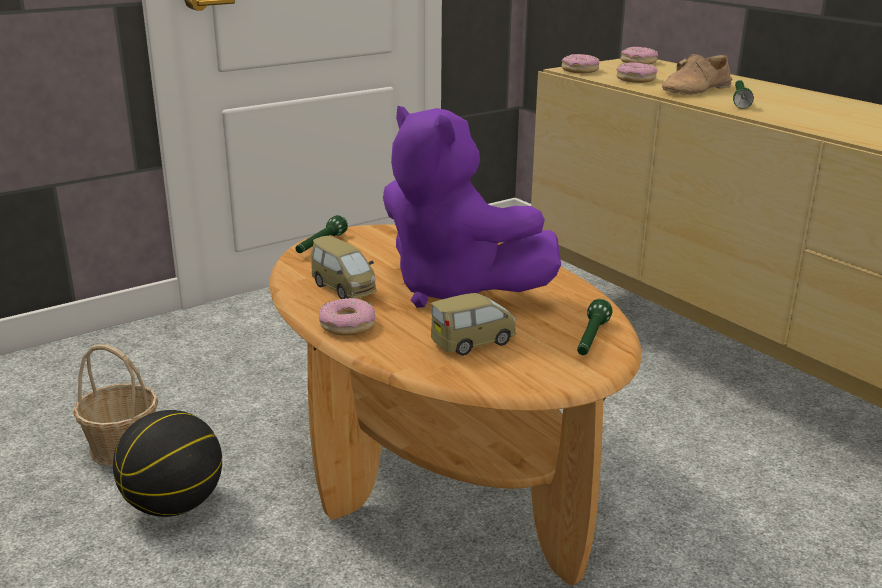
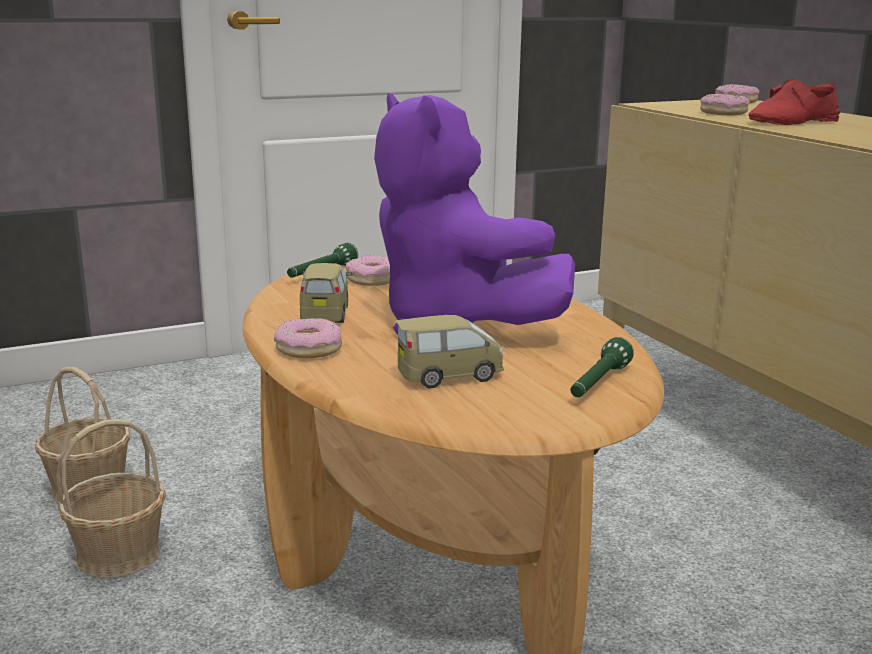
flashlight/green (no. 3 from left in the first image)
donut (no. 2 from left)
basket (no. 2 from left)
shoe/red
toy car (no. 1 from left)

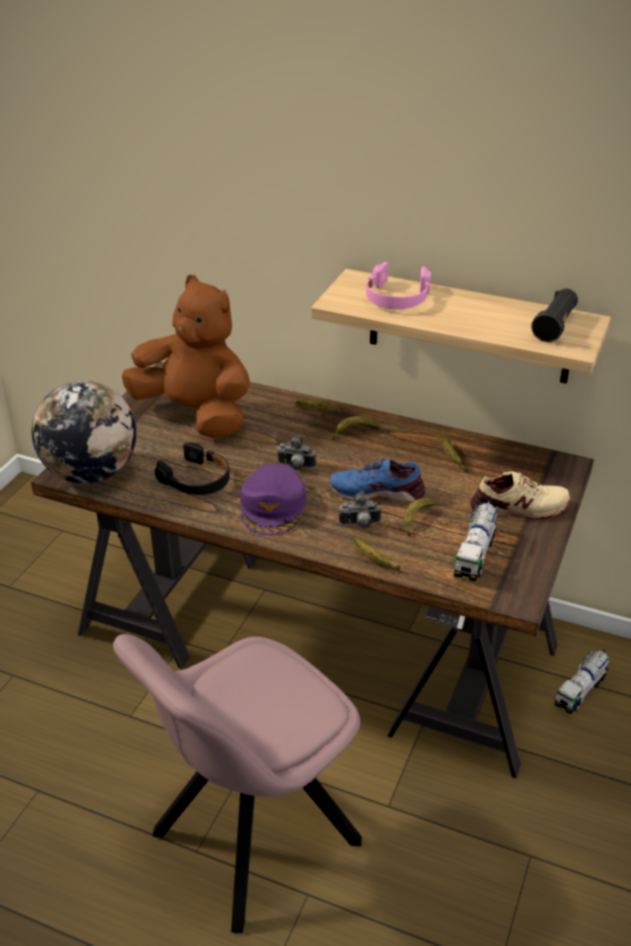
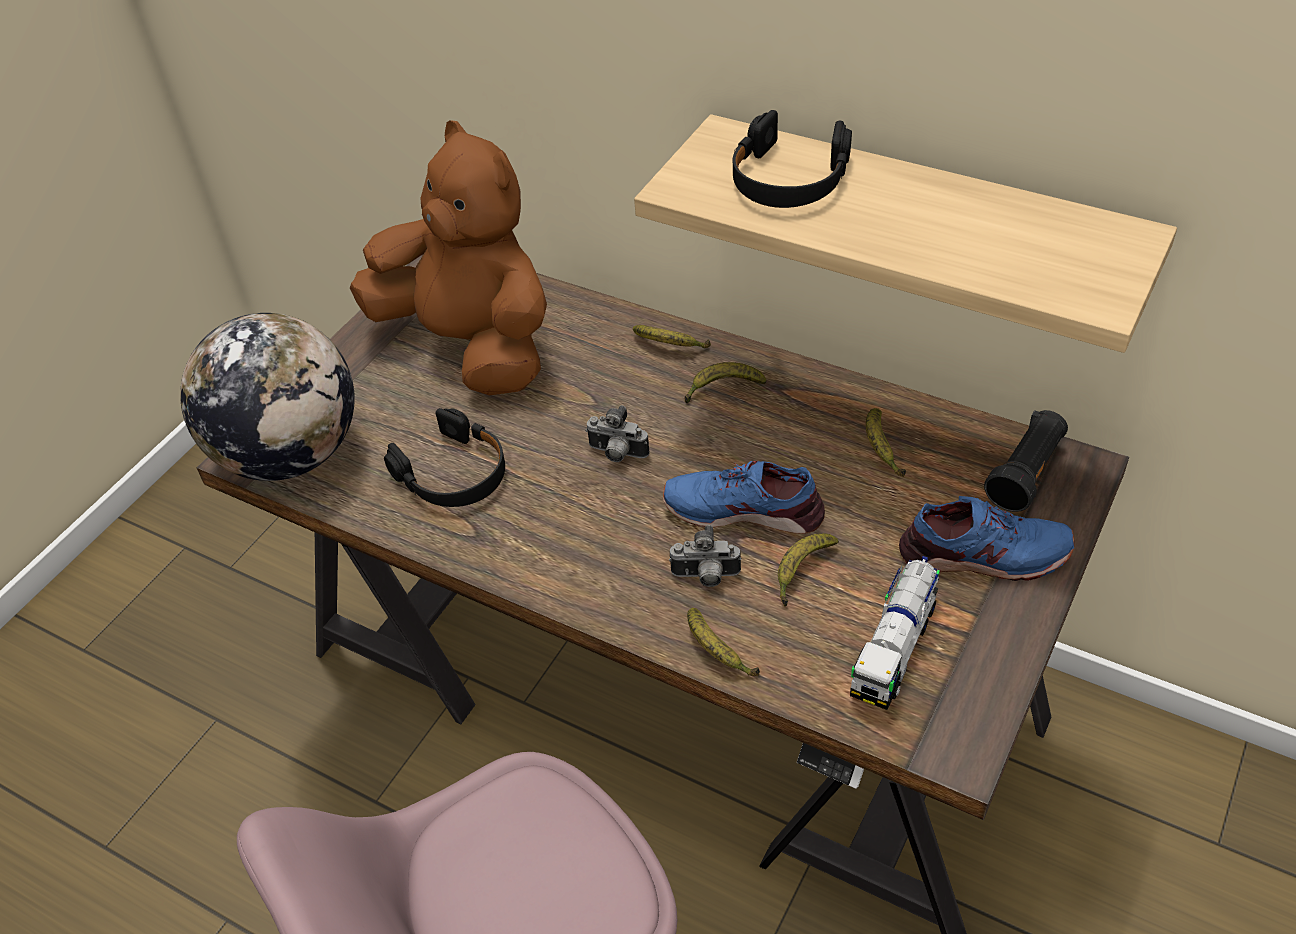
cap/purple
toy truck (no. 2 from left in the first image)
flashlight/black
headphones/black (no. 2 from left)
shoe/blue (no. 2 from left)

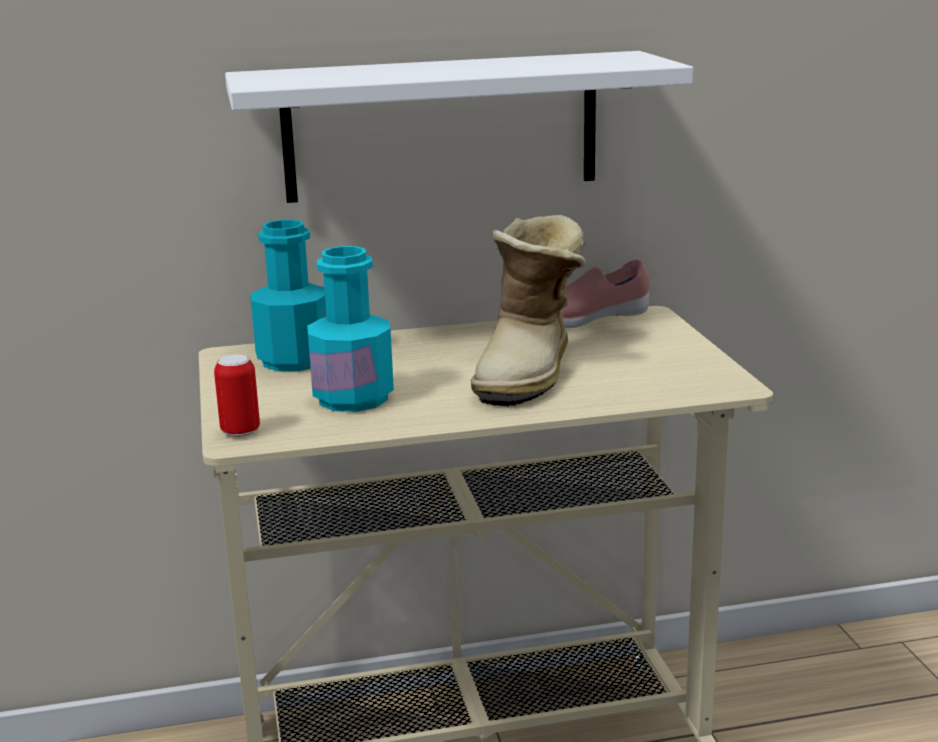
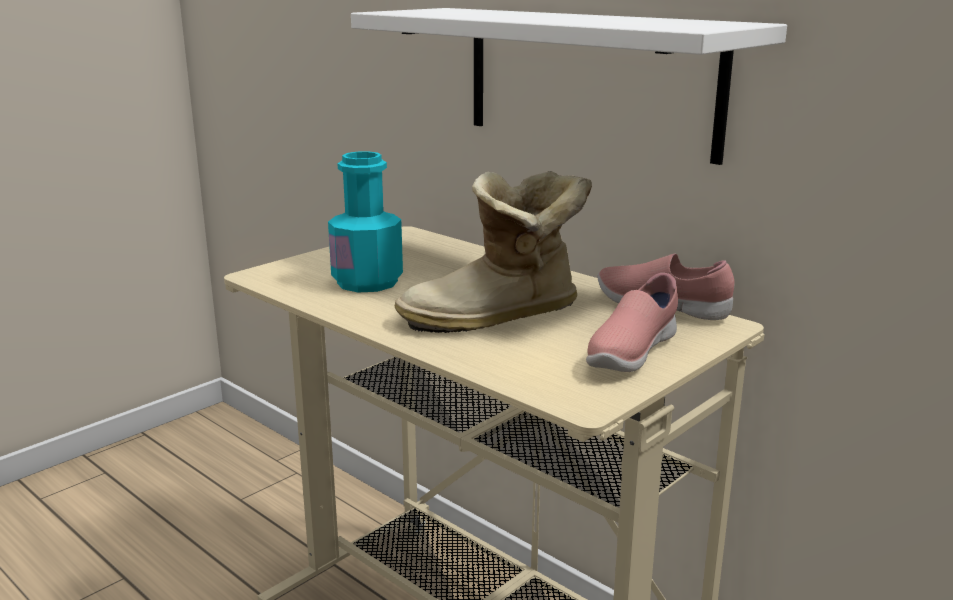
can
bottle/turquoise (no. 1 from left in the first image)
shoe/pink (no. 1 from left)

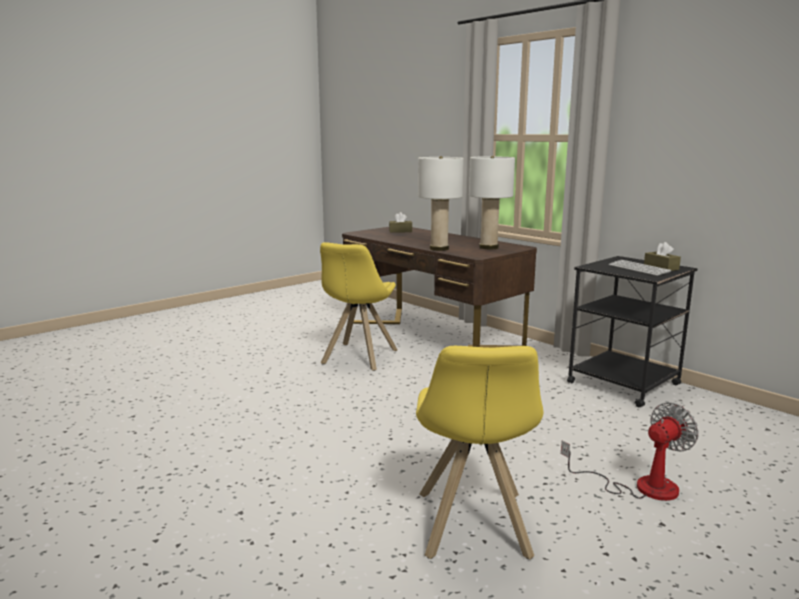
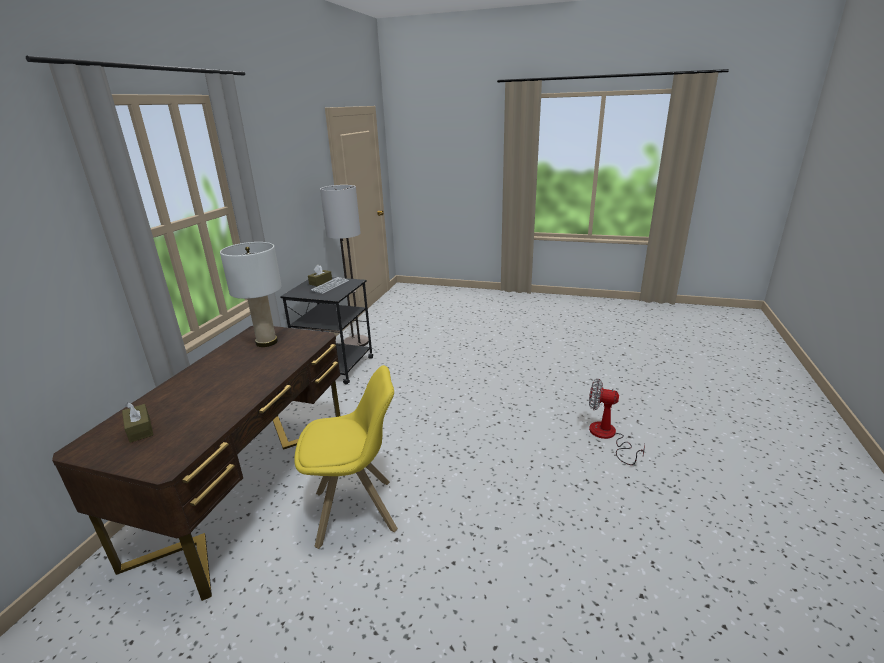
chair/yellow (no. 2 from left in the first image)
table lamp/white (no. 1 from left in the first image)
floor lamp
fan

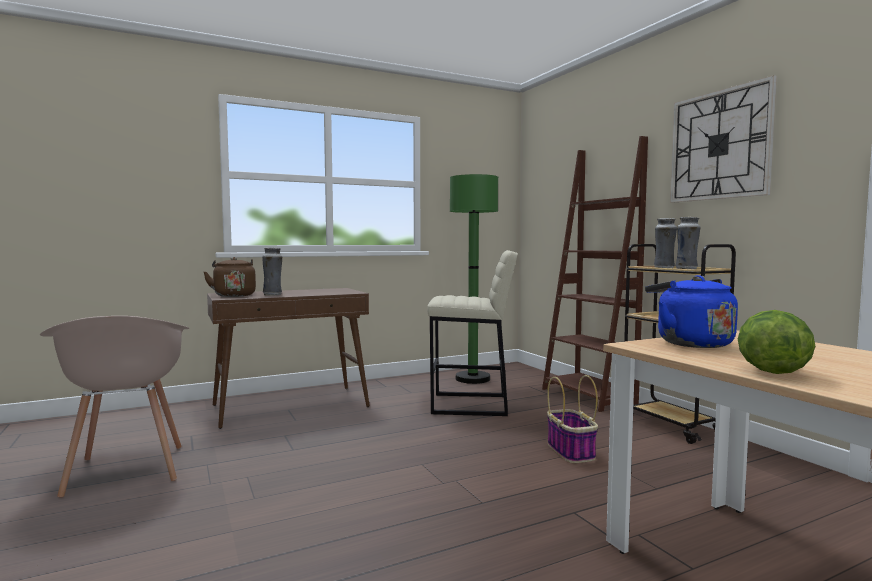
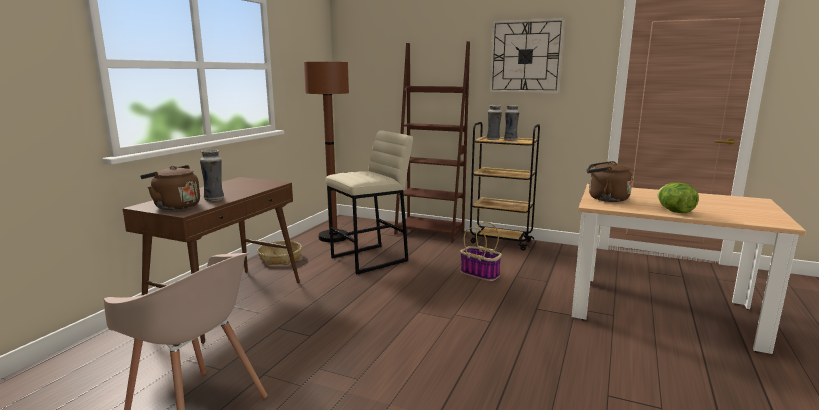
basket (no. 1 from left)
floor lamp/brown
kettle/brown (no. 2 from left)

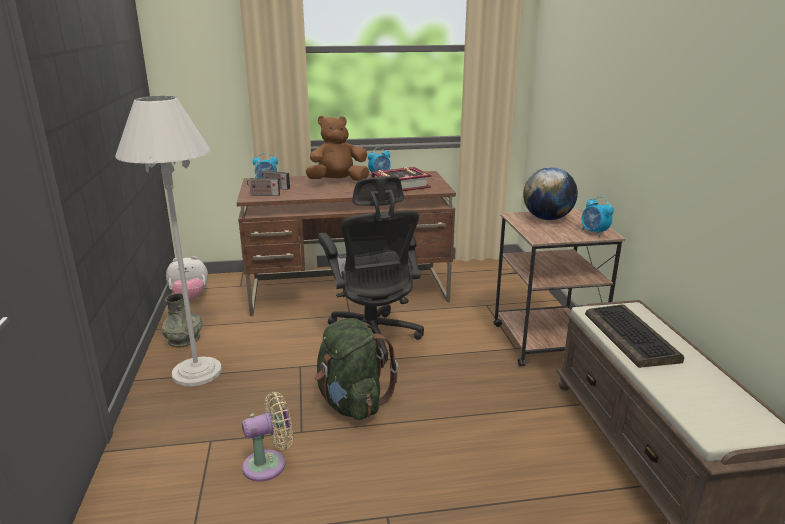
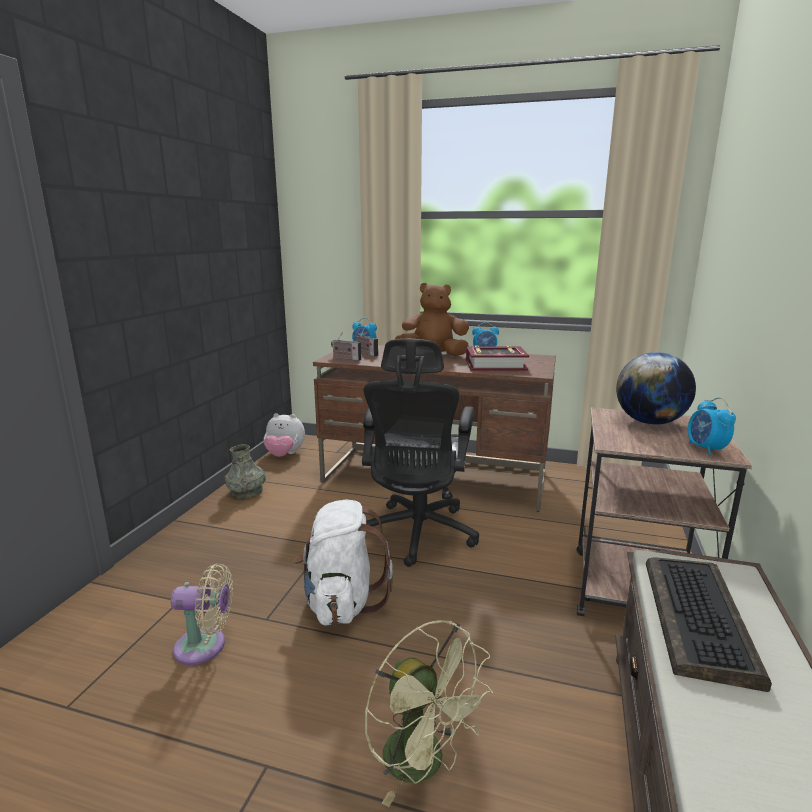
floor lamp/white
fan/green
backpack/white

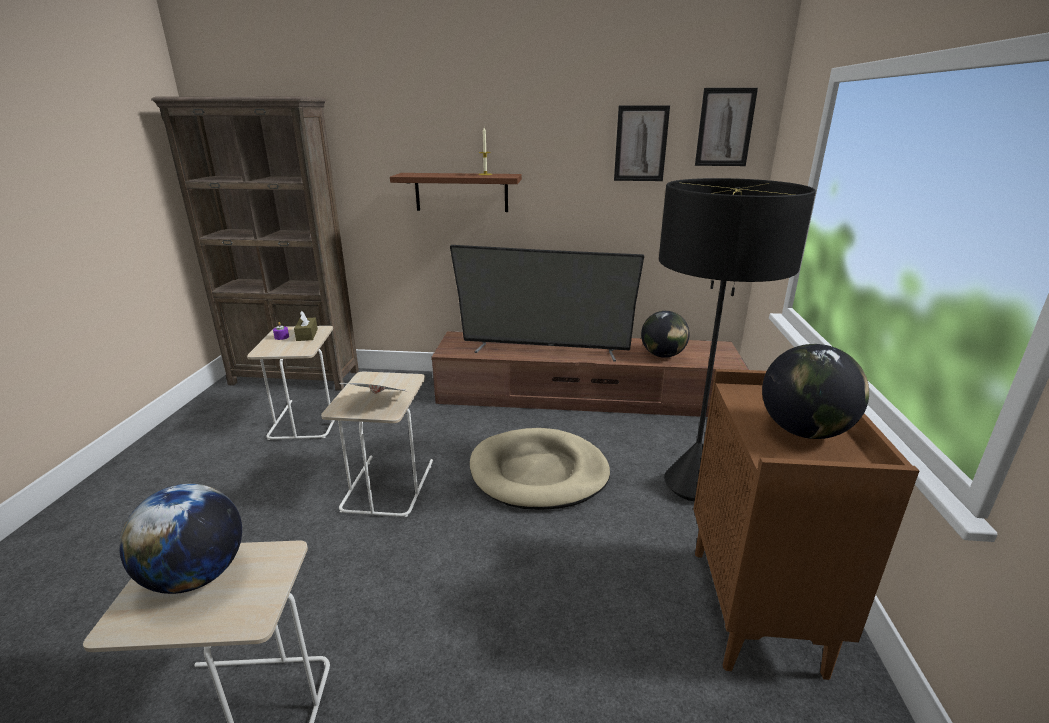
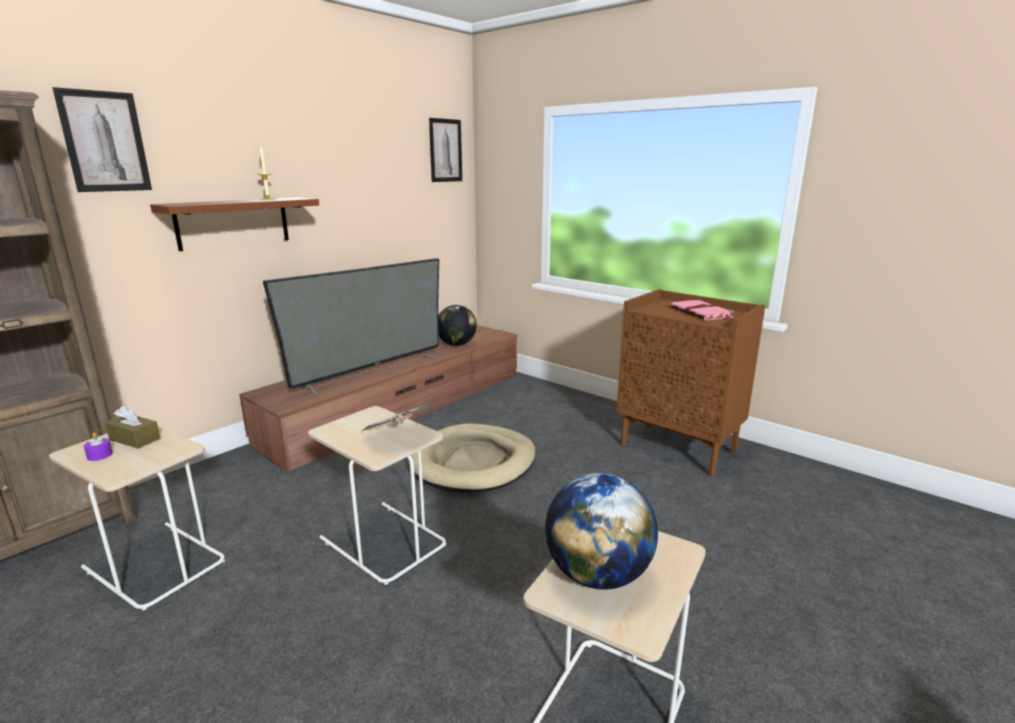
floor lamp/black
picture (no. 1 from left)
book/pink

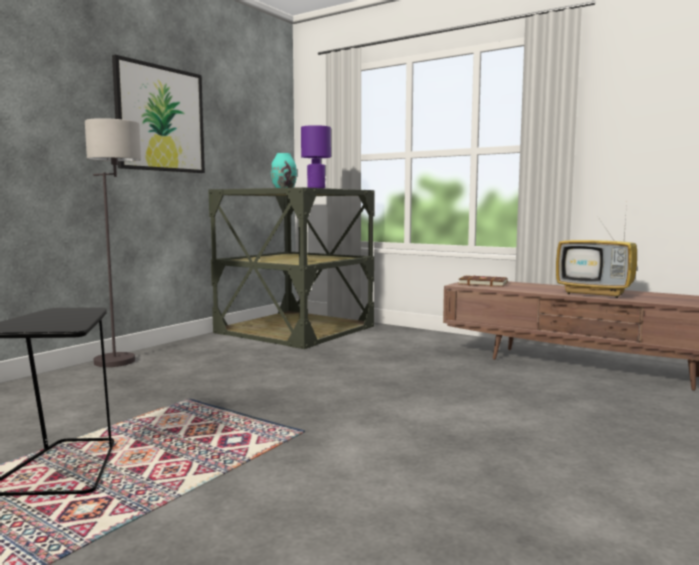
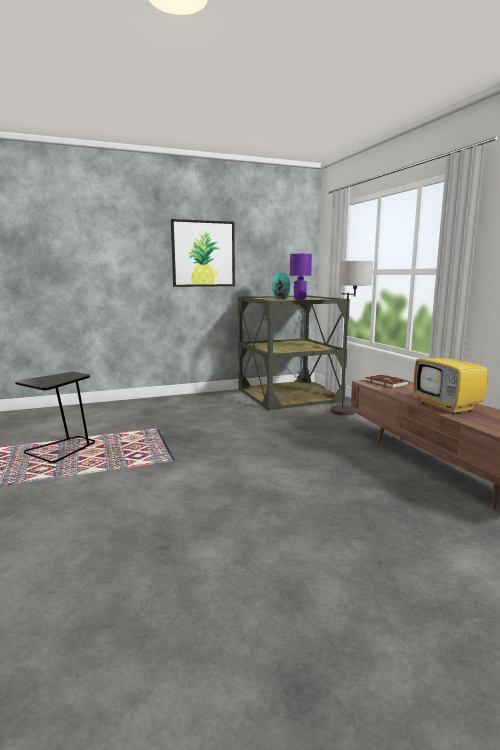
floor lamp/grey

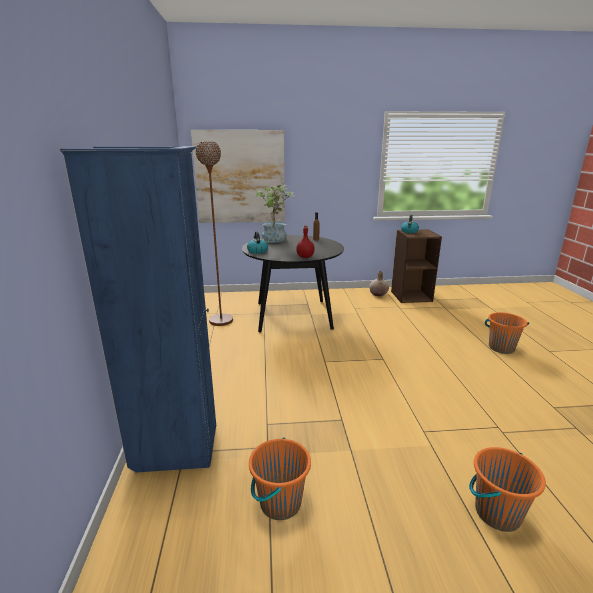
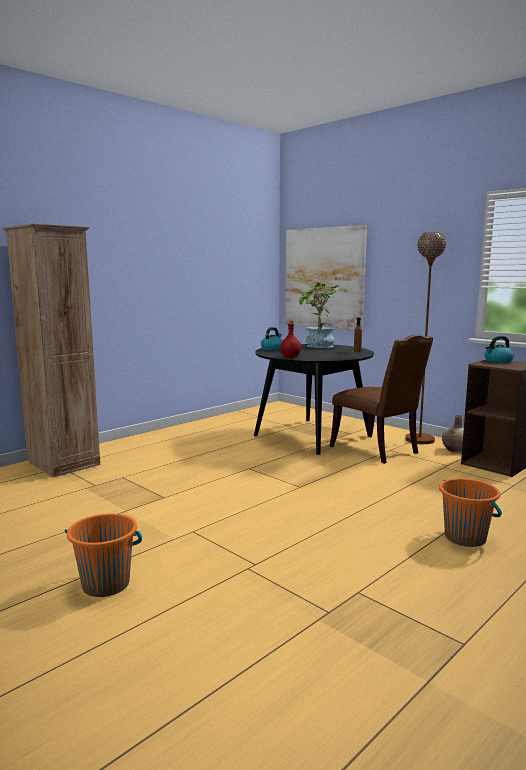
bucket/orange (no. 1 from left in the first image)
chair/brown
floor lamp/brown
cabinet/brown

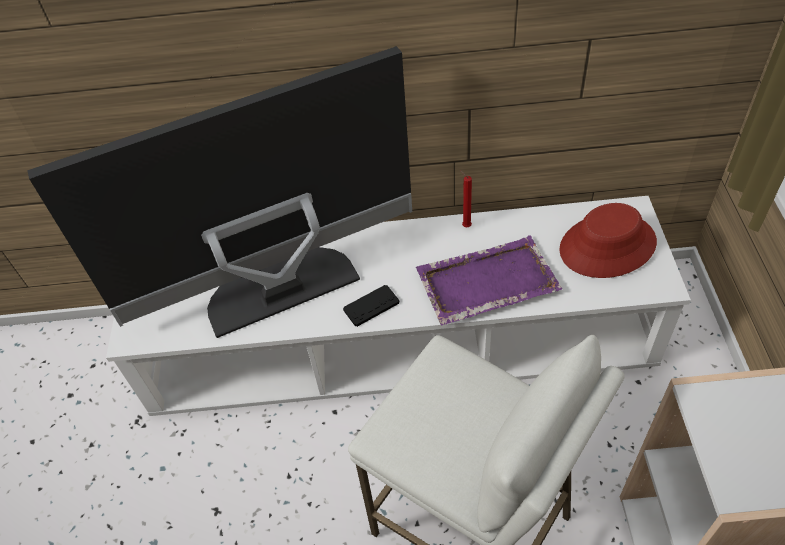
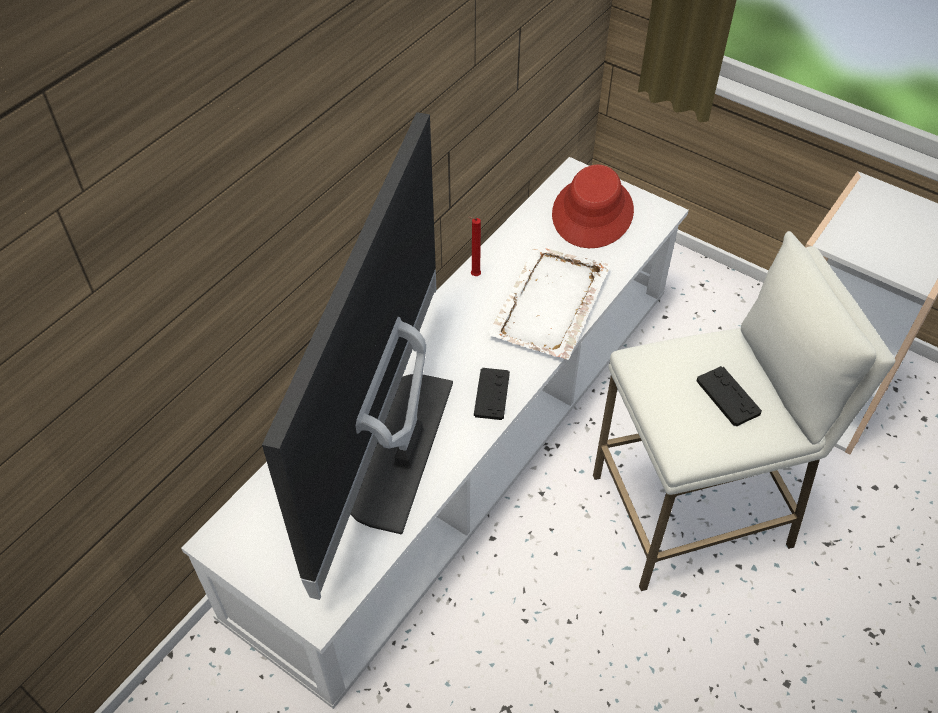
game controller/black (no. 2 from left)
tray/white

